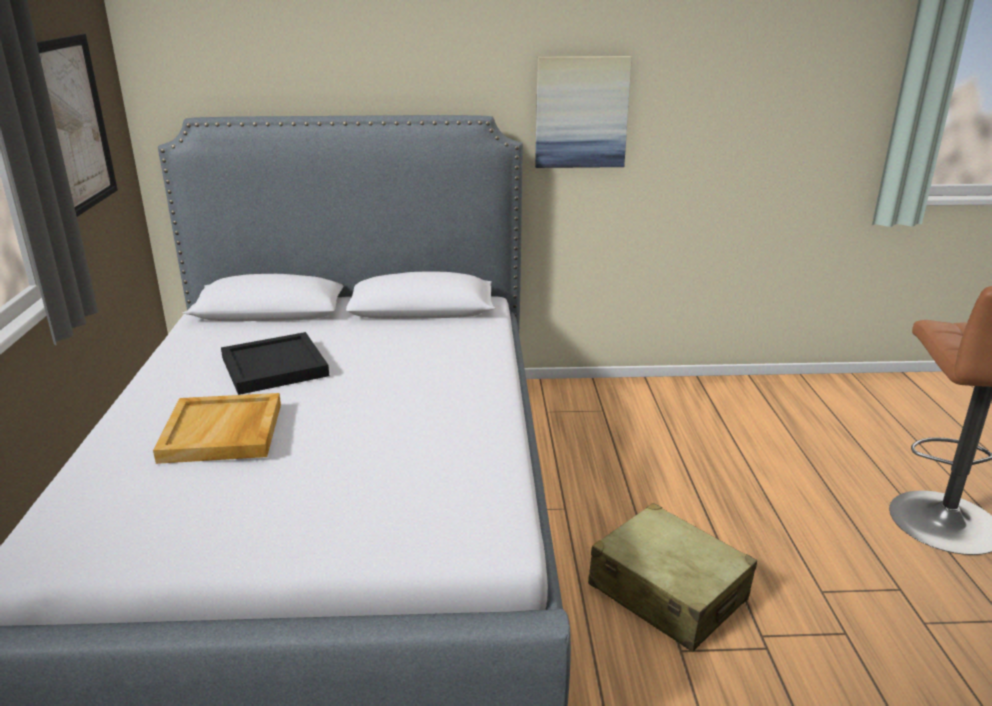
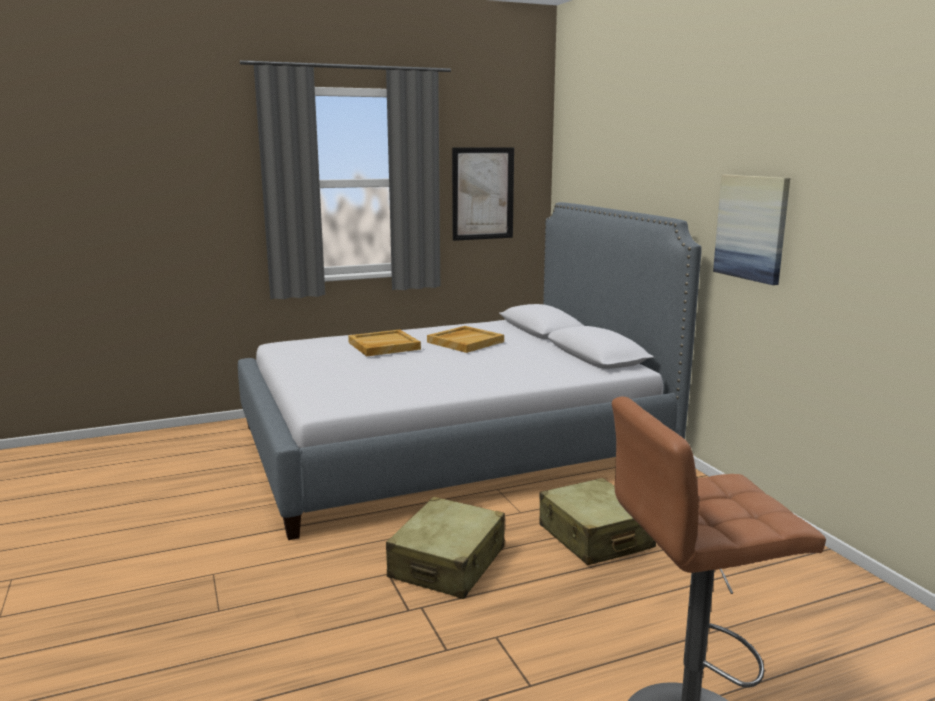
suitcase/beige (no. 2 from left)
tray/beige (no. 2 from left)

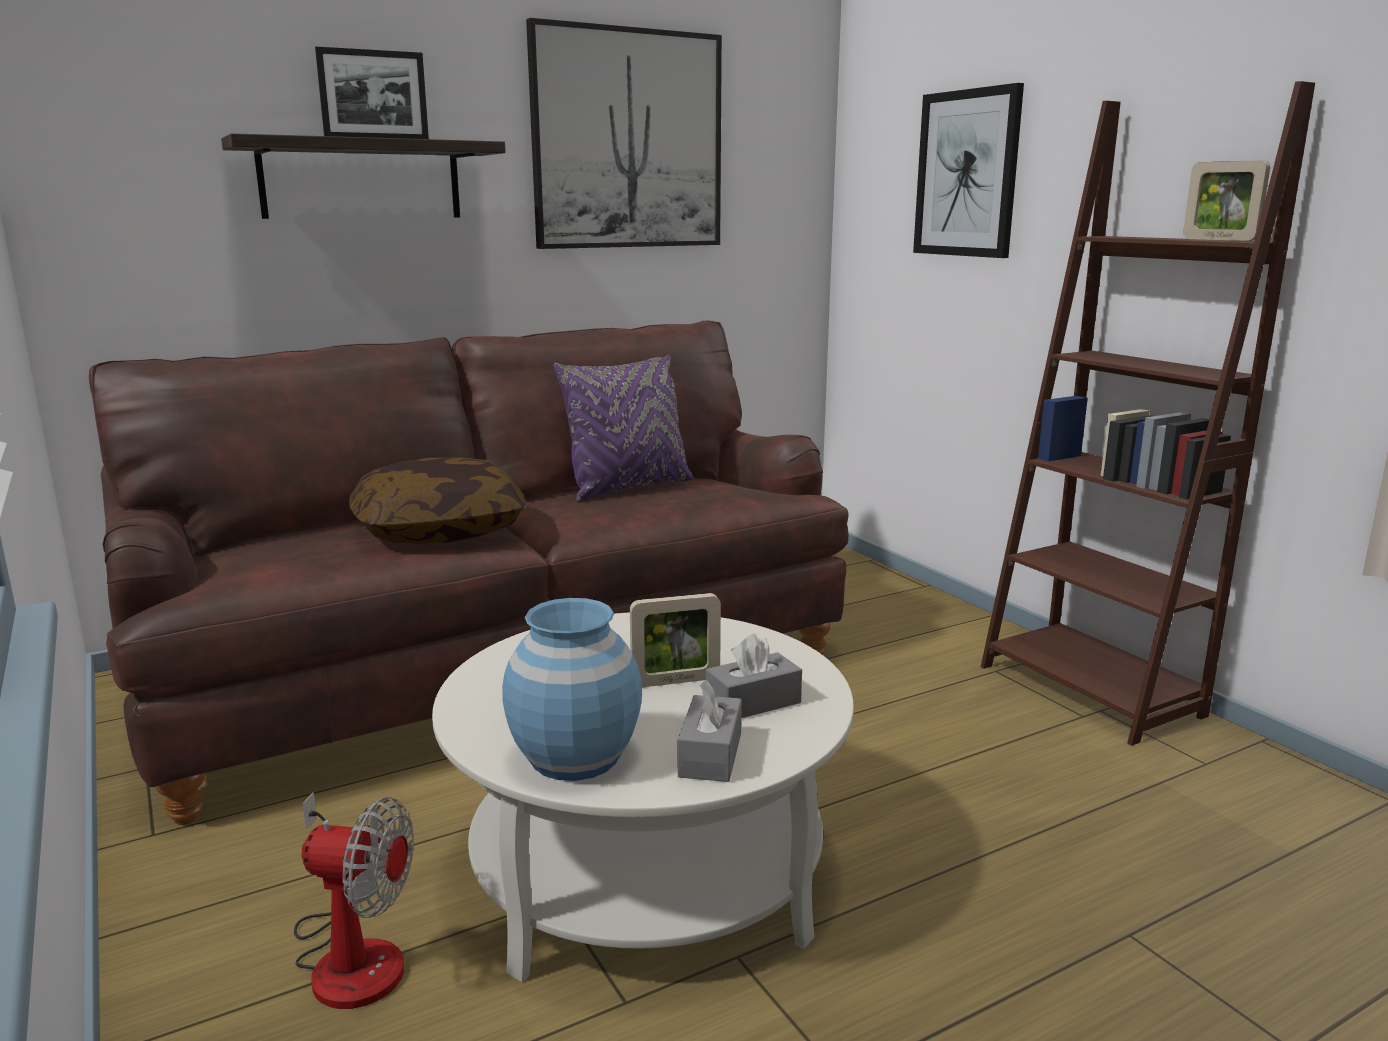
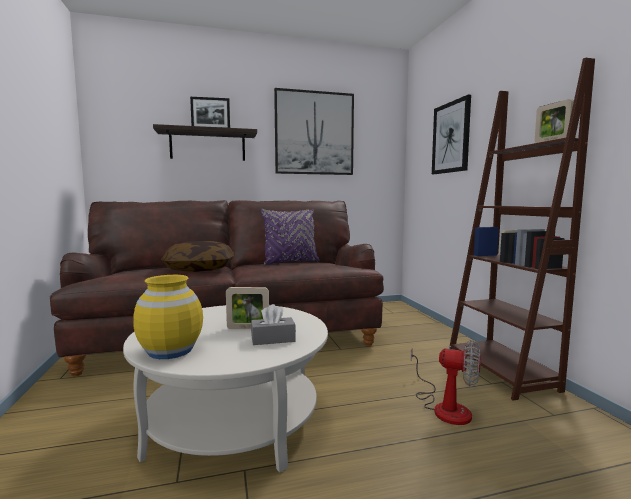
tissue box/grey (no. 1 from left in the first image)
fan
vase/yellow

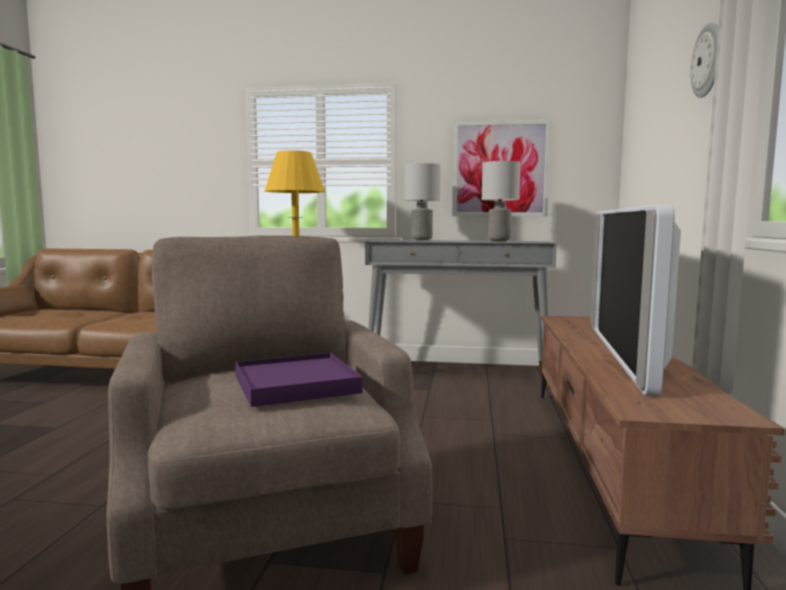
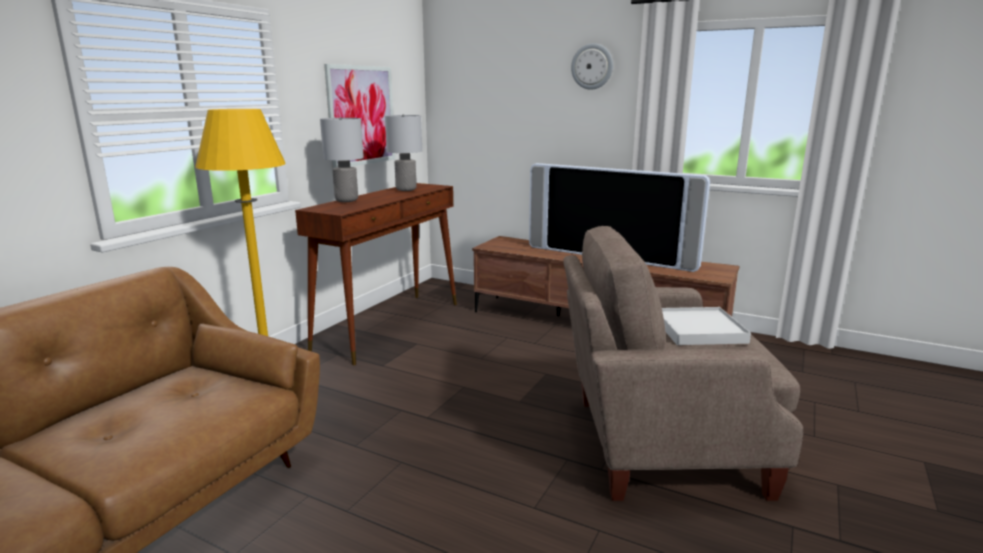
tray/white
console table/brown

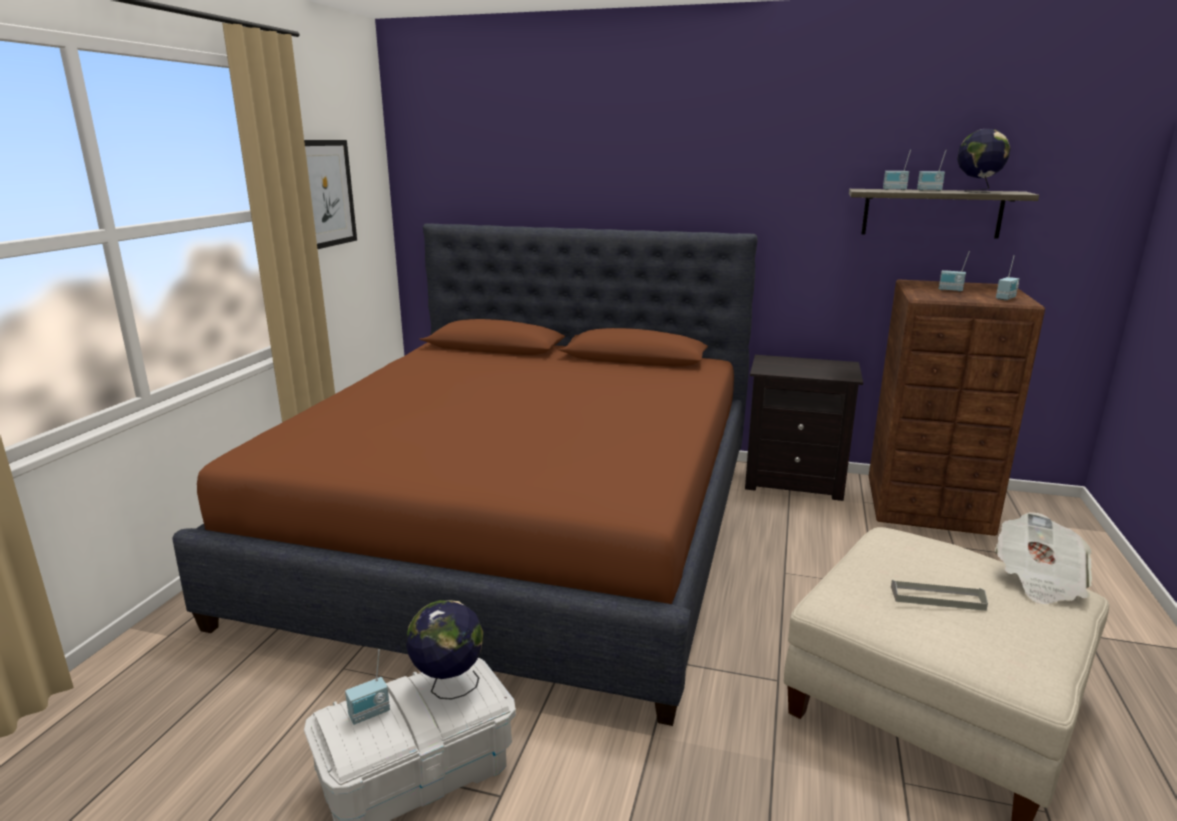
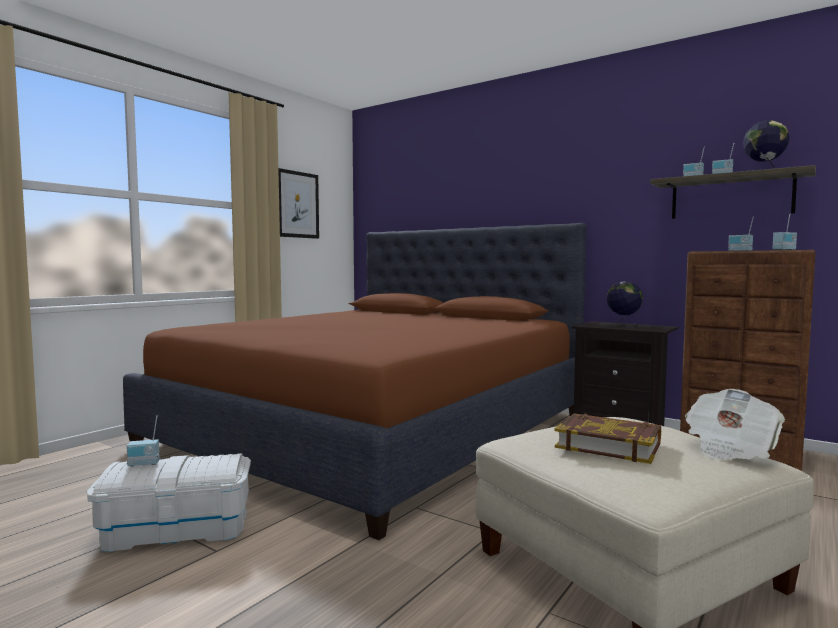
globe (no. 1 from left)
book

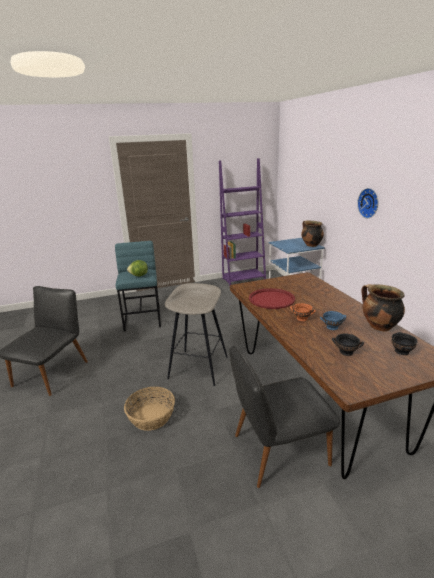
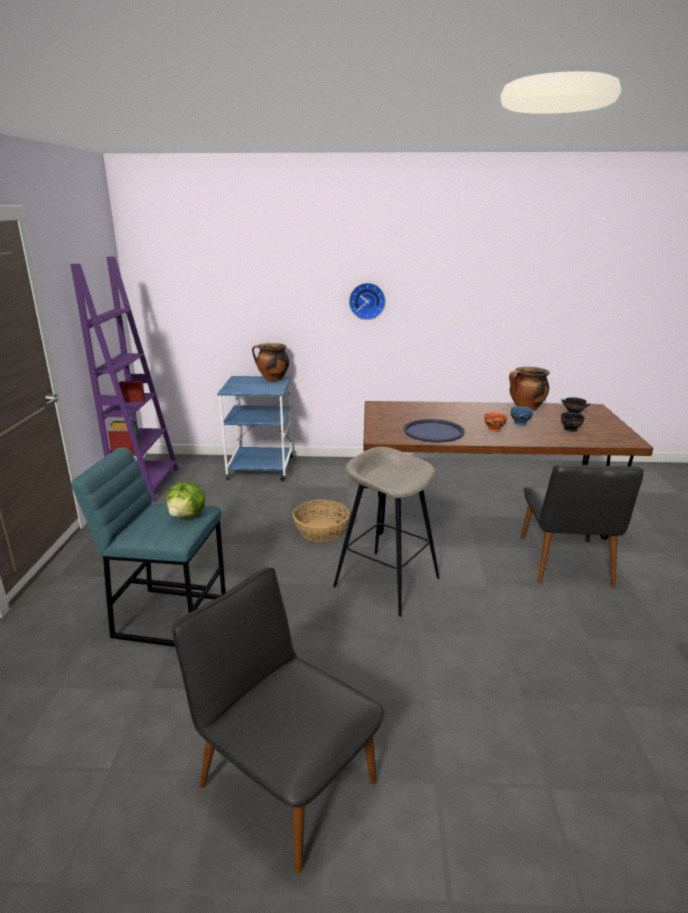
basket
tray/blue

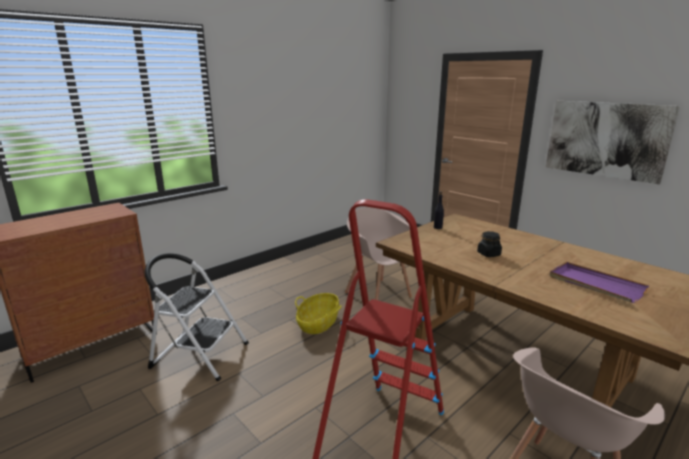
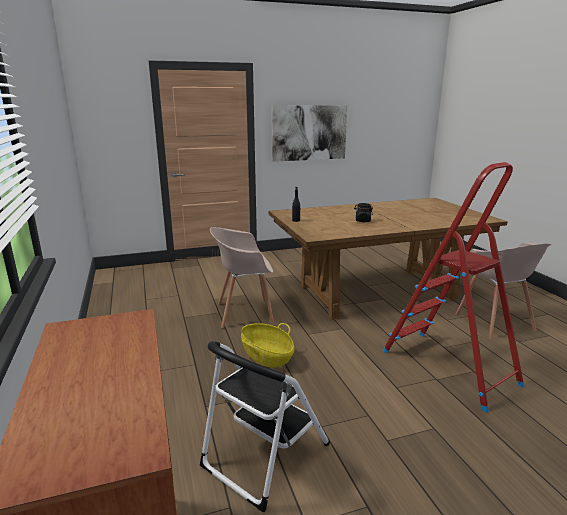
tray/purple

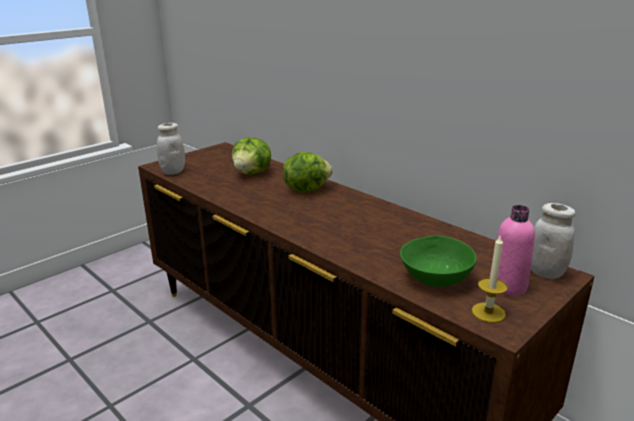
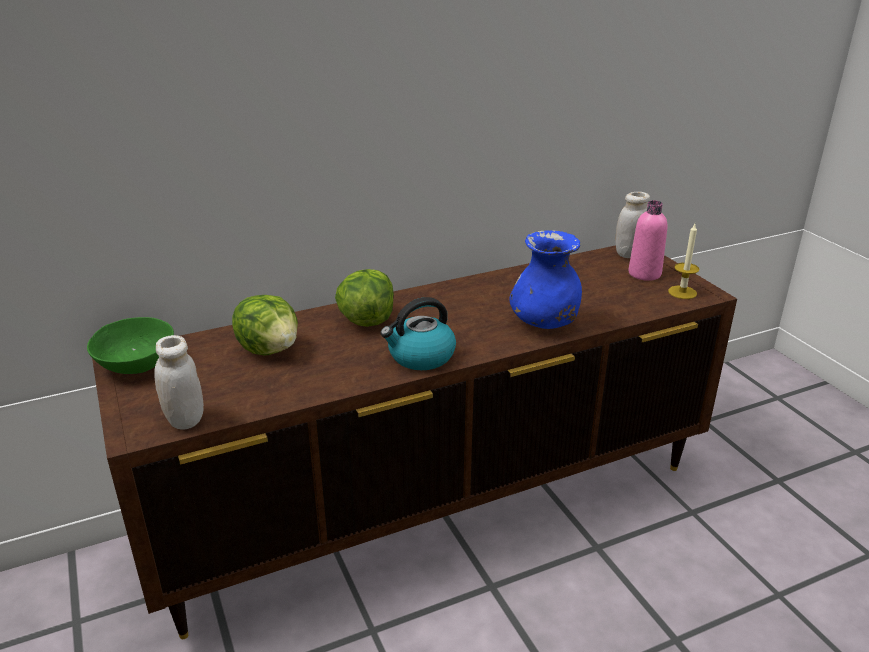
kettle
vase/blue
bowl/green

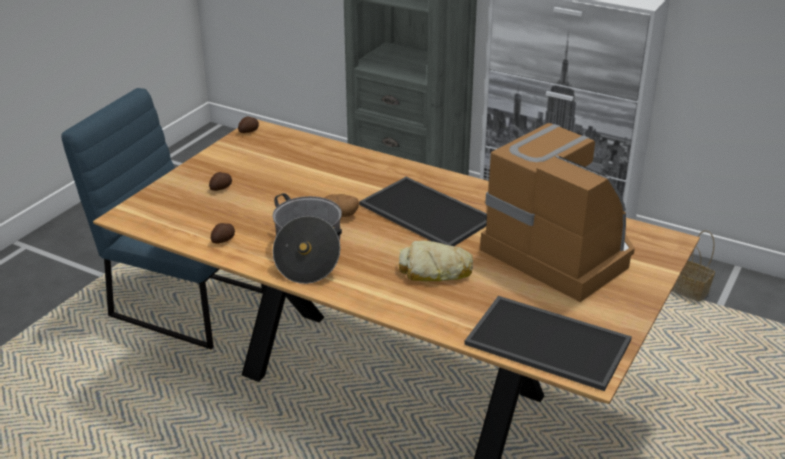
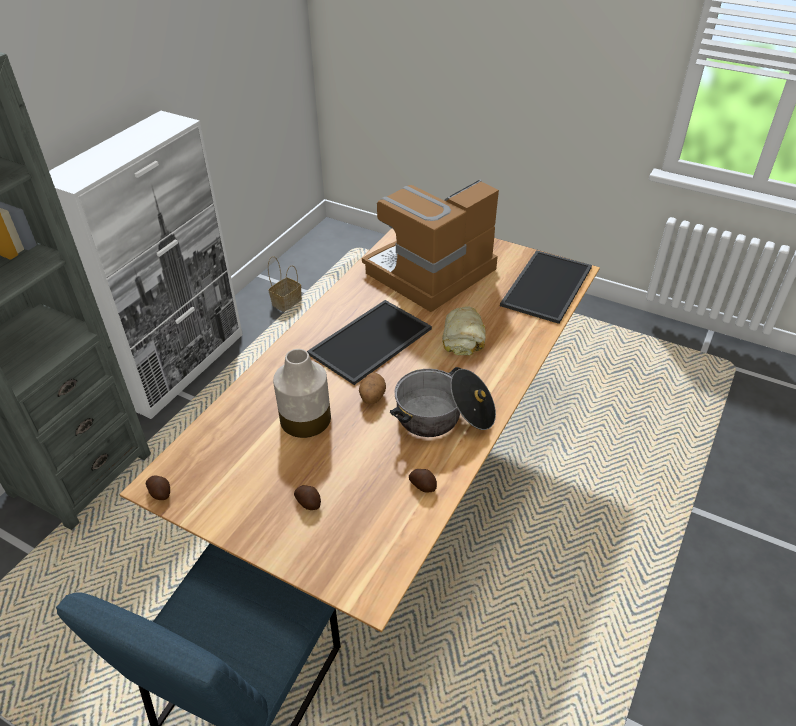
vase/beige

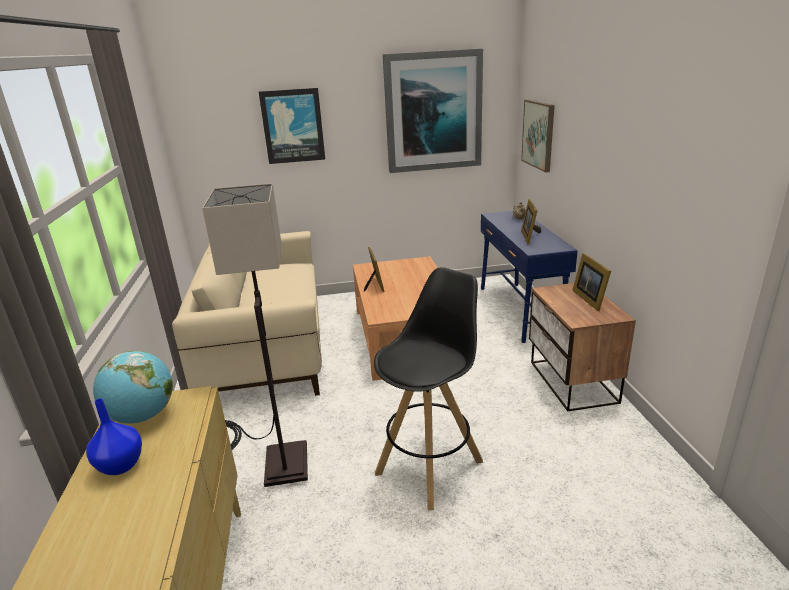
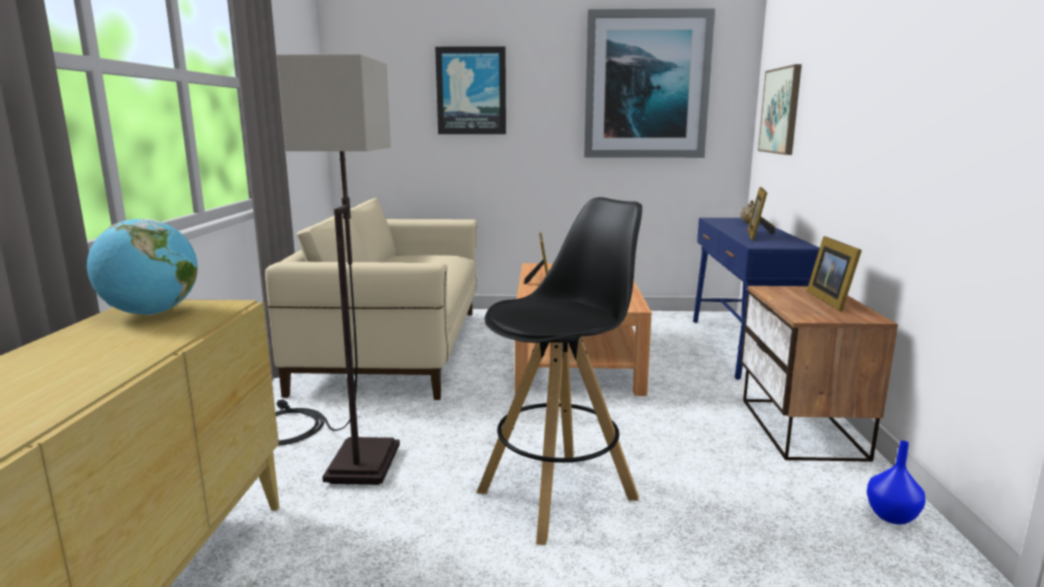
vase/blue

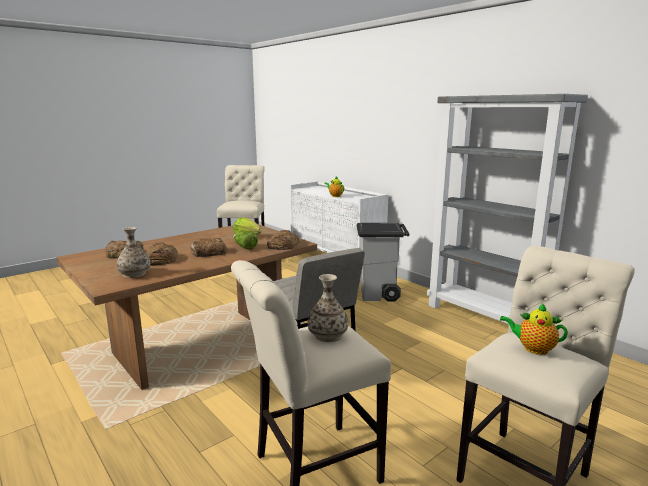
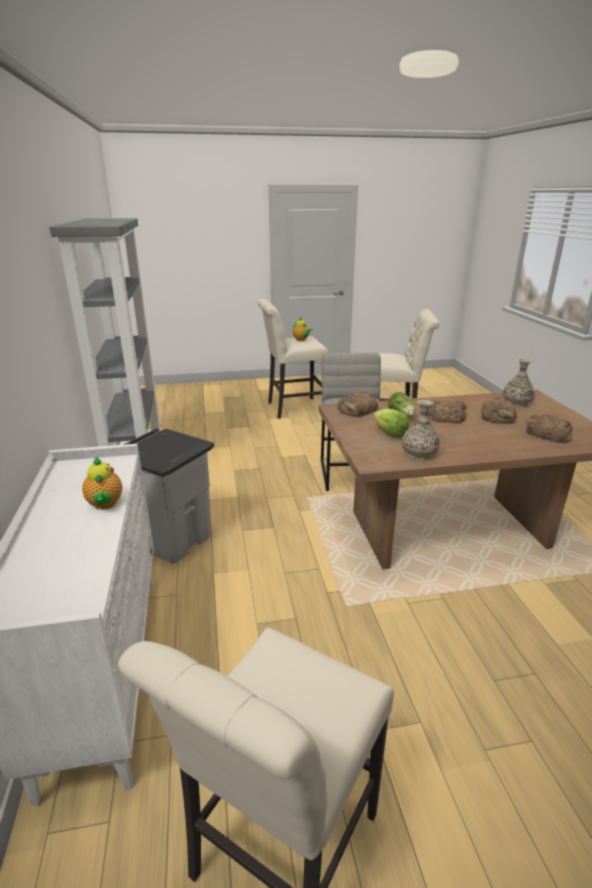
vase (no. 1 from left)

